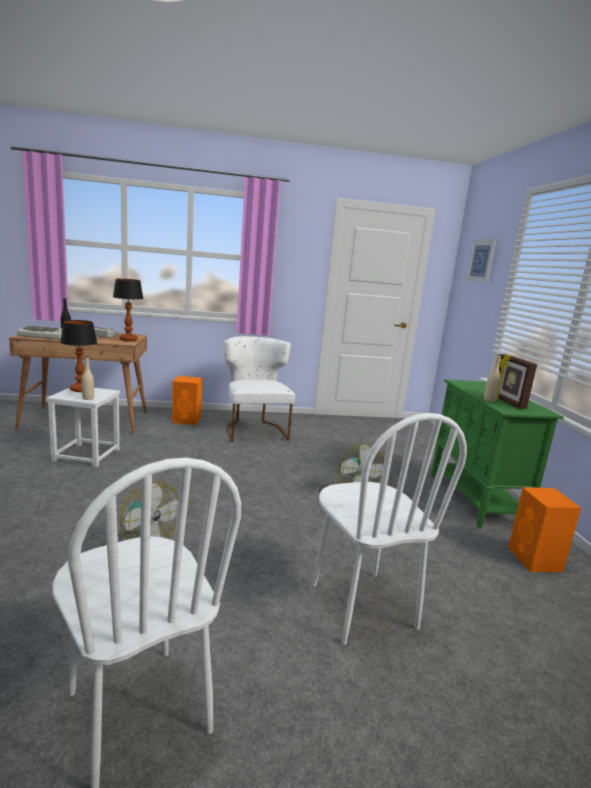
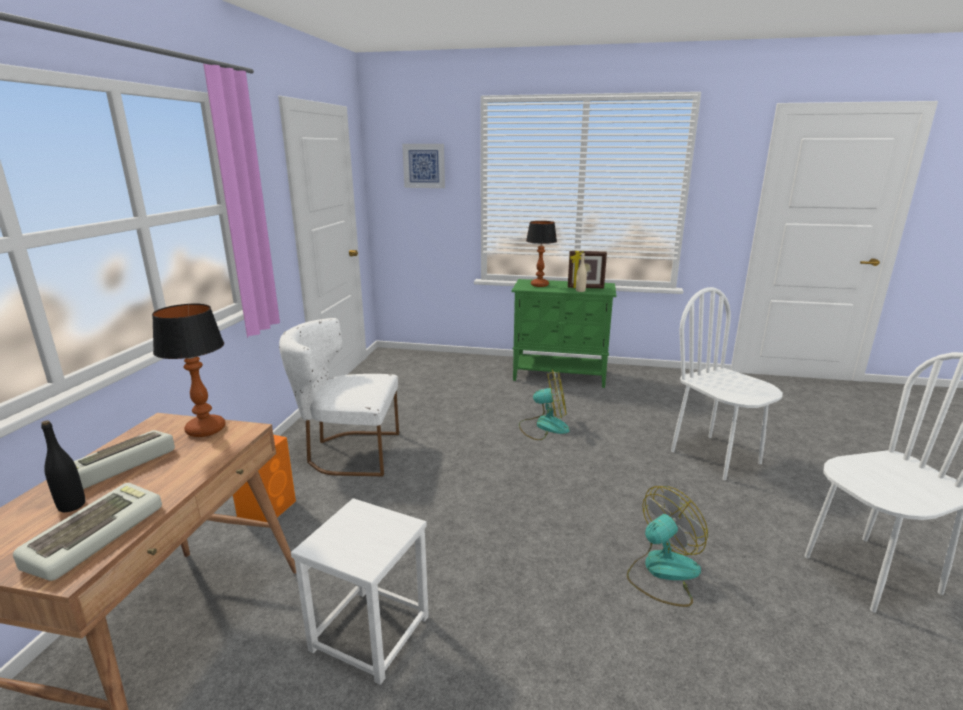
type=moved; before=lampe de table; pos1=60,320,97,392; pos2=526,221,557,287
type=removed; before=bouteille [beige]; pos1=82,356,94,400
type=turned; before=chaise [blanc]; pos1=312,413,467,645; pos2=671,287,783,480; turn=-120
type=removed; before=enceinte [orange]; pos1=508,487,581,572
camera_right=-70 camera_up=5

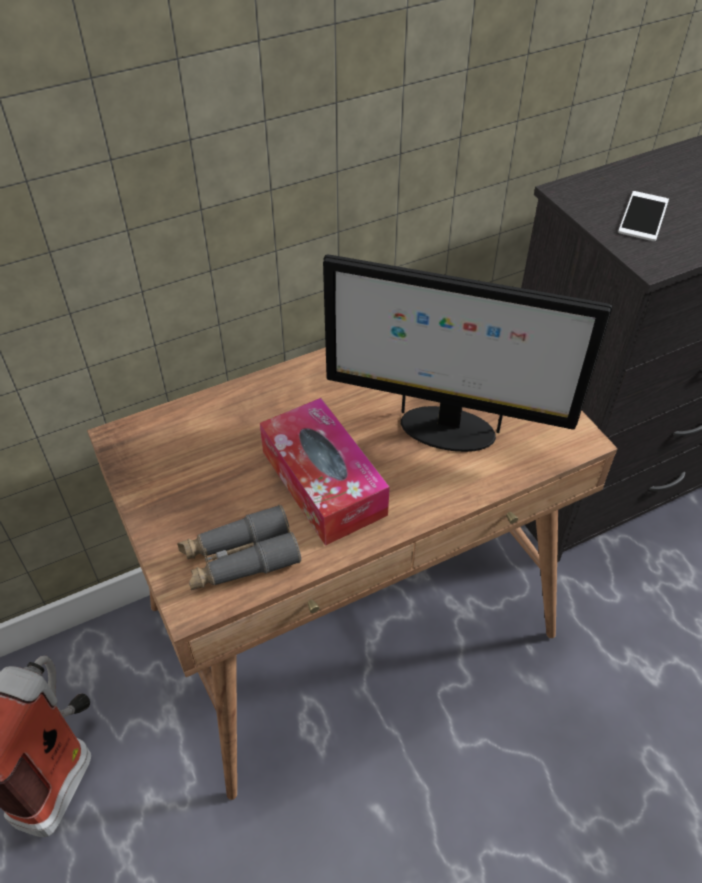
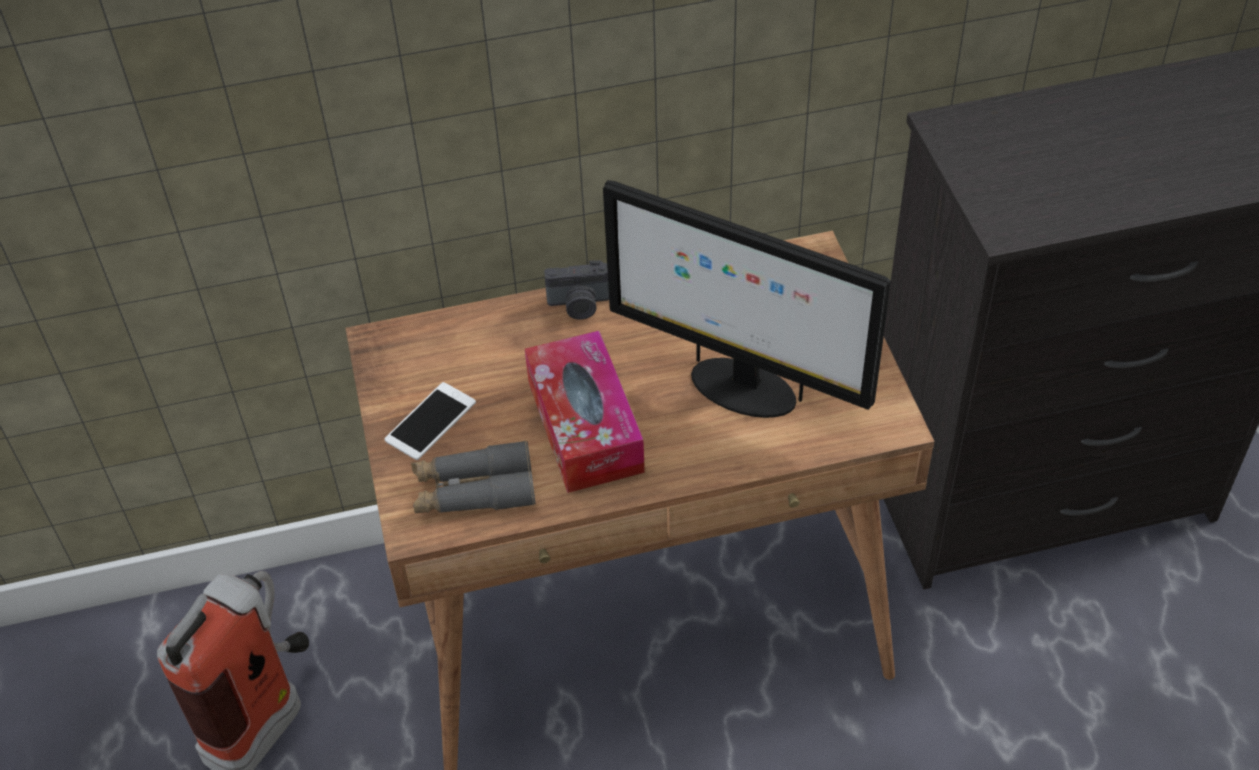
type=moved; before=téléphone; pos1=618,191,669,241; pos2=384,382,476,460
type=added; after=appareil photo; pos2=544,260,609,320
camera_right=15 camera_up=0

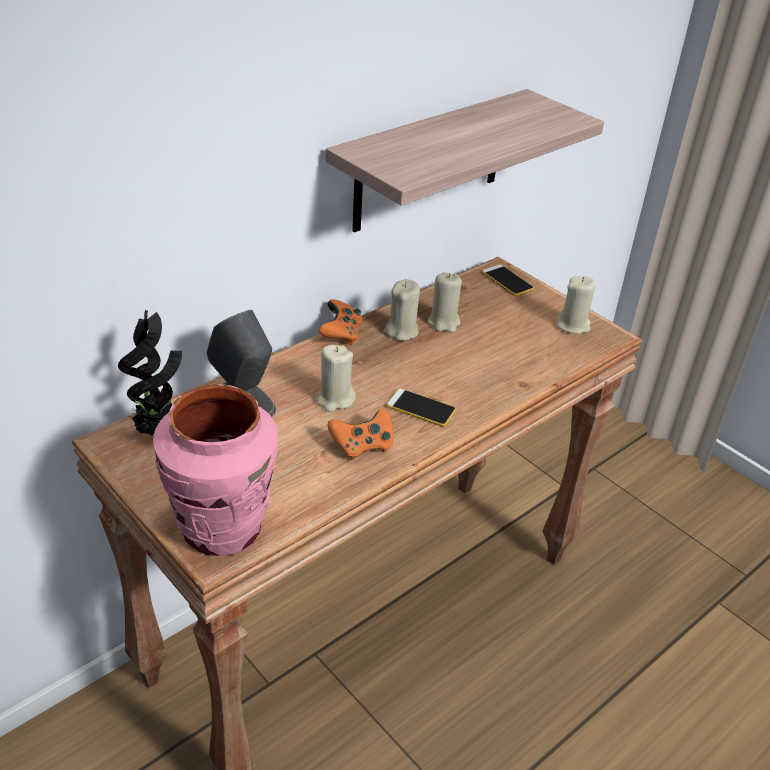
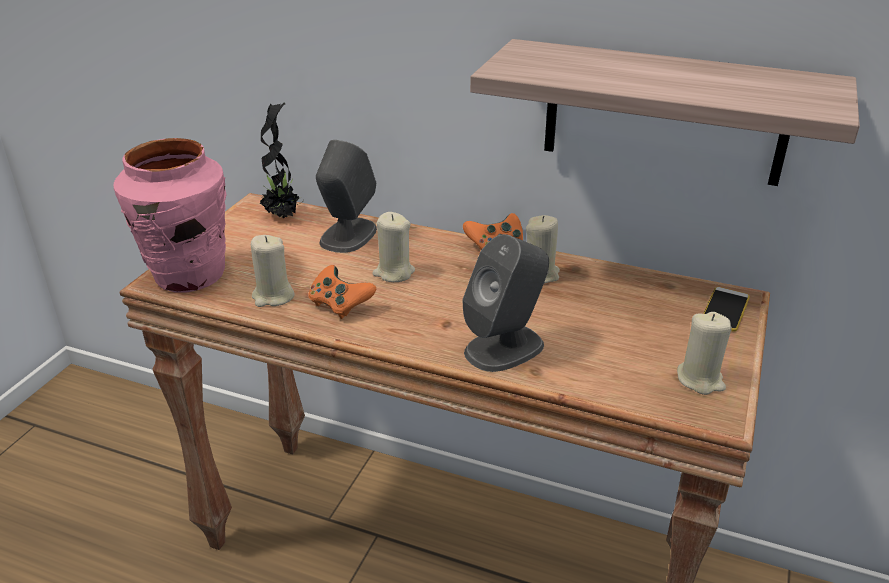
type=moved; before=bougie [beige]; pos1=428,272,462,332; pos2=251,235,295,307
type=removed; before=téléphone; pos1=386,388,456,427
type=added; after=enceinte [gris]; pos2=462,234,549,372
camera_right=65 camera_up=-5

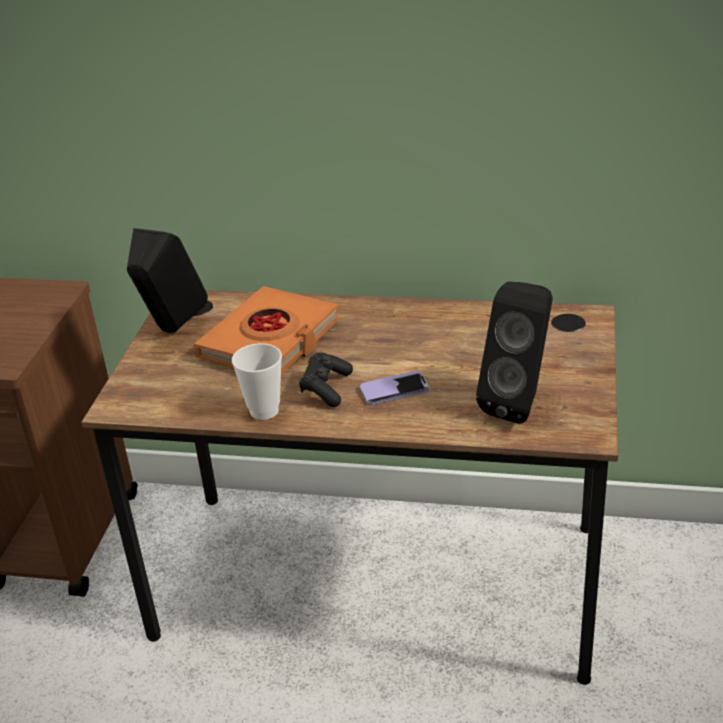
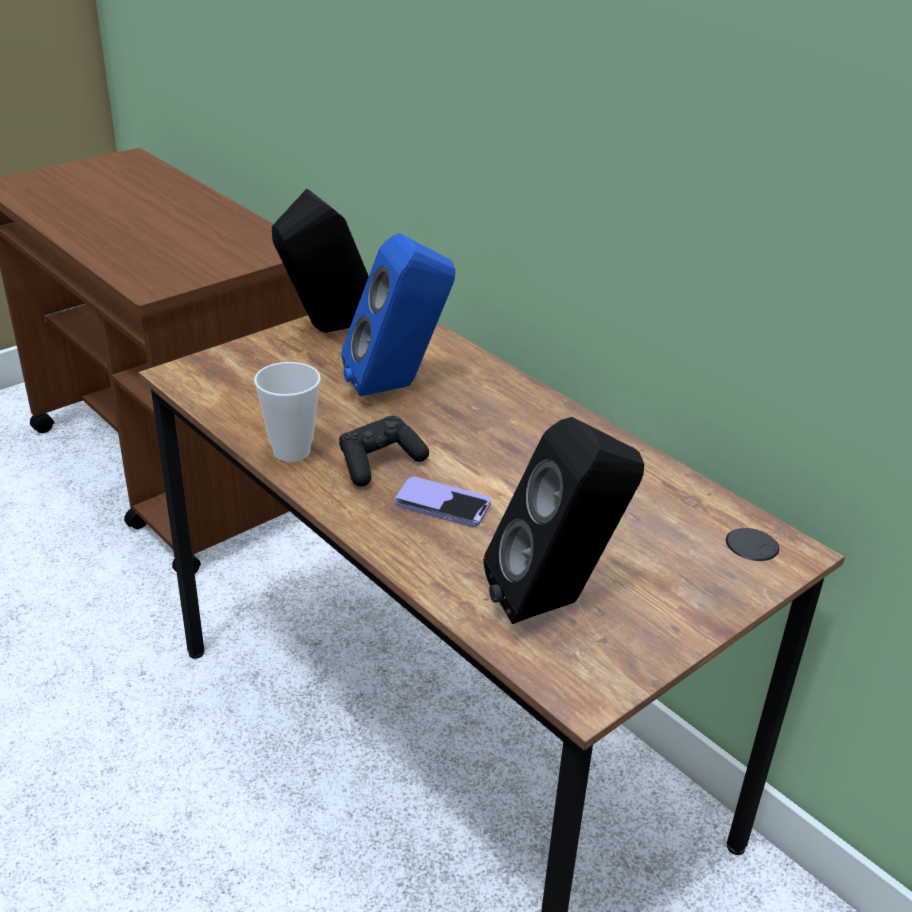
type=replaced; before=livre [orange]; after=enceinte [bleu]; pos1=194,286,340,375; pos2=341,233,455,396
camera_right=35 camera_up=0

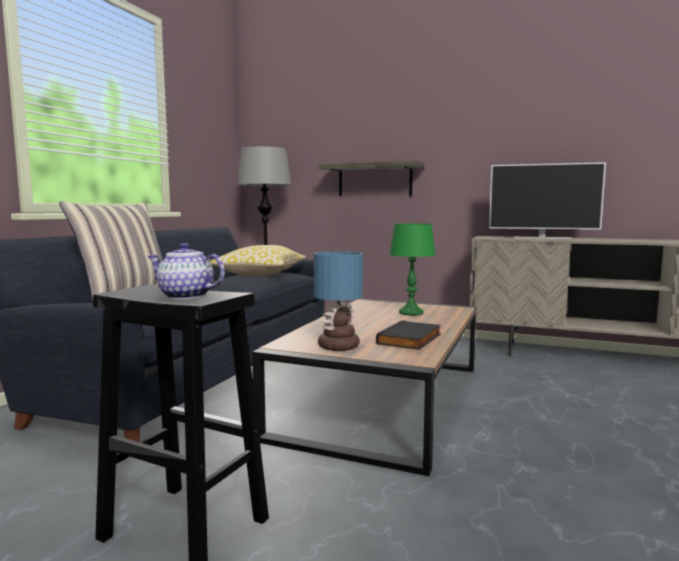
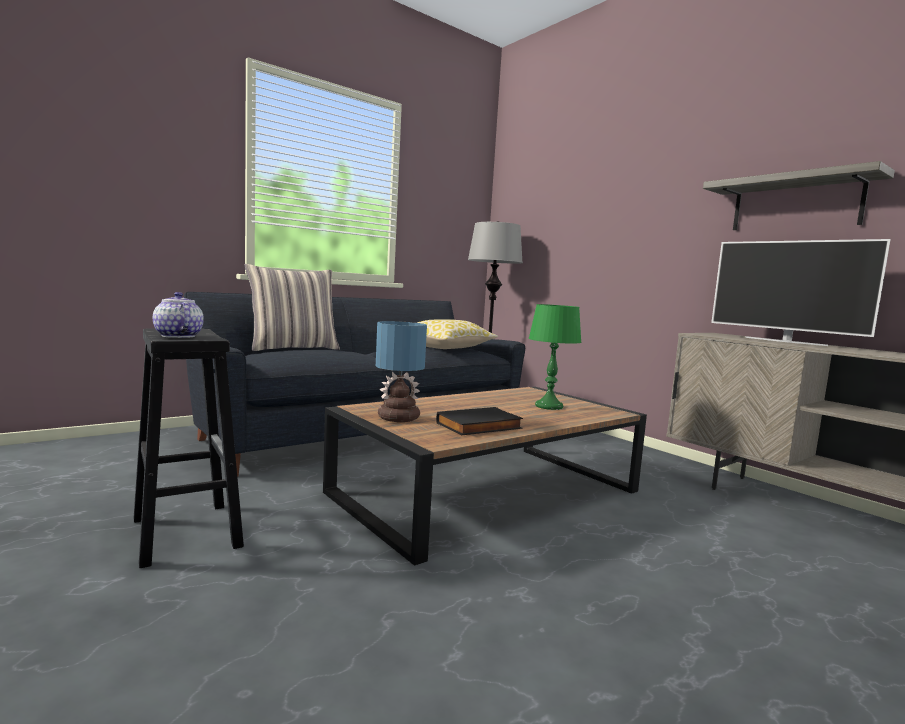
type=moved; before=étagère; pos1=318,161,424,196; pos2=703,161,895,230
camera_right=30 camera_up=0

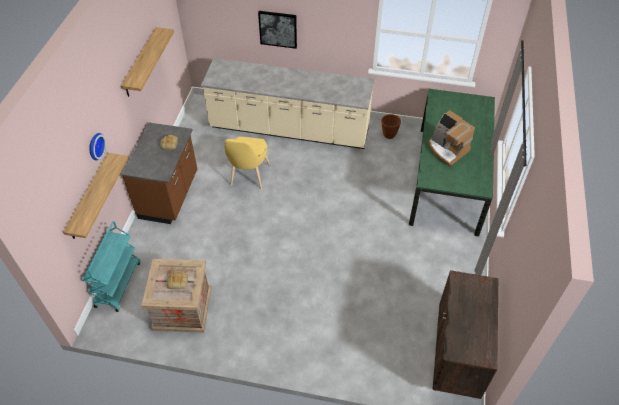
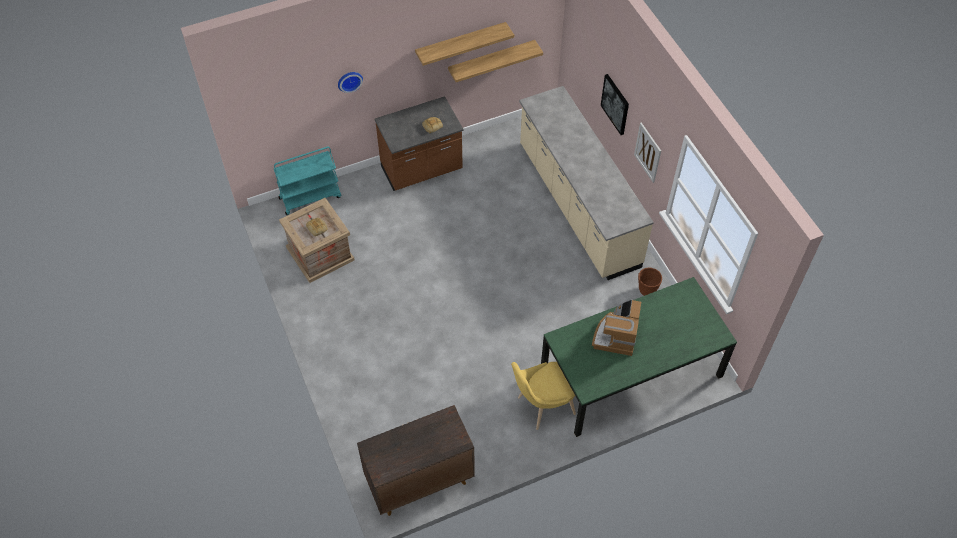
type=moved; before=chaise [jaune]; pos1=224,136,270,189; pos2=511,362,576,430
type=moved; before=étagère; pos1=63,153,128,239; pos2=448,40,543,82
type=added; after=tableau; pos2=634,122,661,183
camera_right=55 camera_up=5

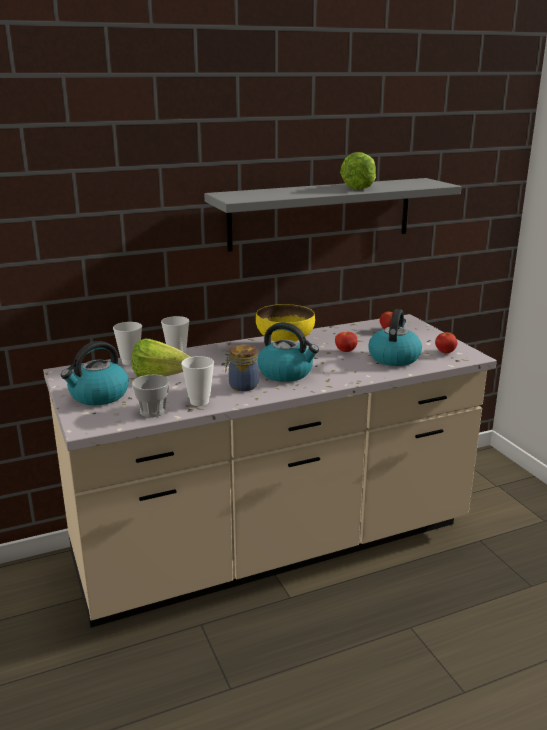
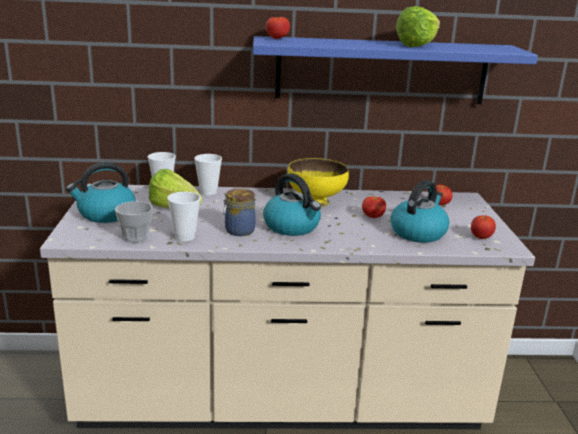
type=recoloured; before=étagère [gris]; after=étagère [bleu]; pos1=204,178,462,252; pos2=253,36,538,104
type=added; after=tomate; pos2=266,17,290,39
camera_right=20 camera_up=0

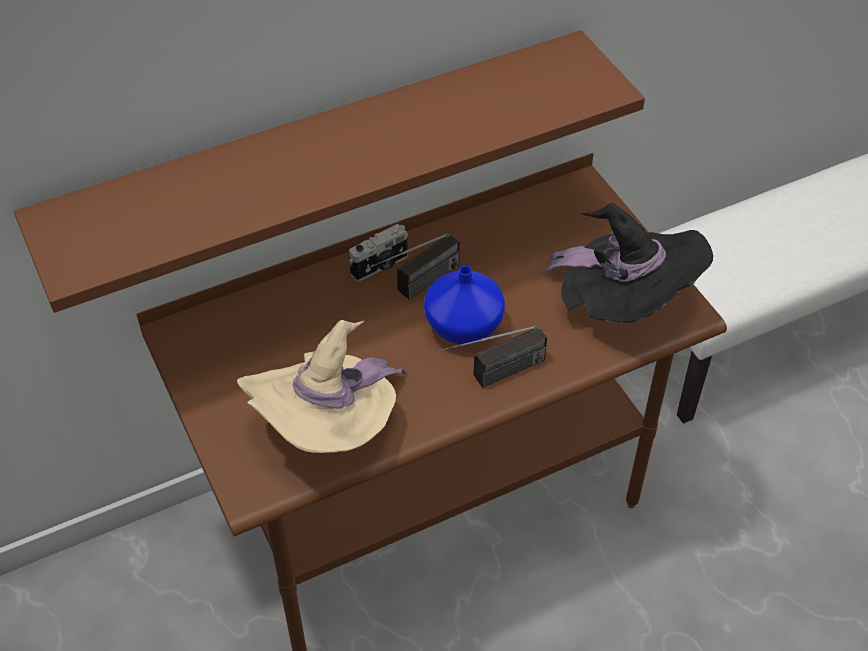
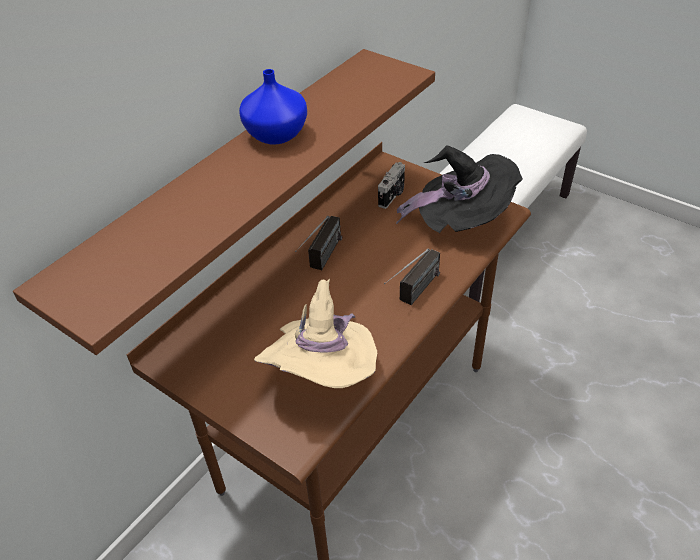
type=moved; before=appareil photo; pos1=349,224,408,282; pos2=378,162,405,209
type=moved; before=vase [bleu]; pos1=424,266,505,344; pos2=239,69,307,145
camera_right=-25 camera_up=-5

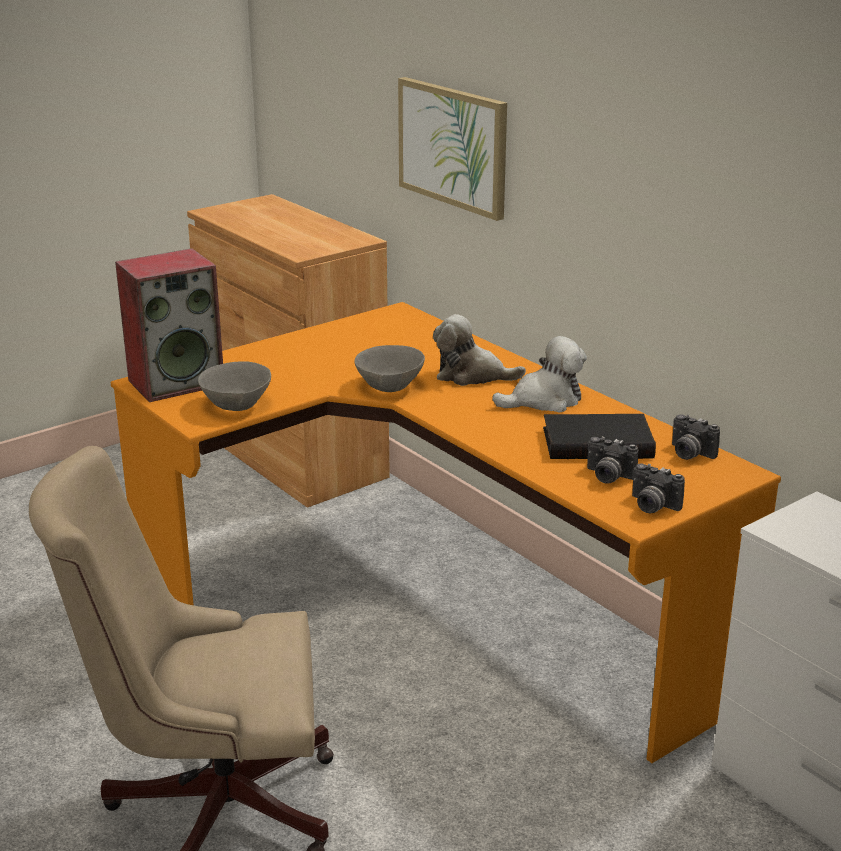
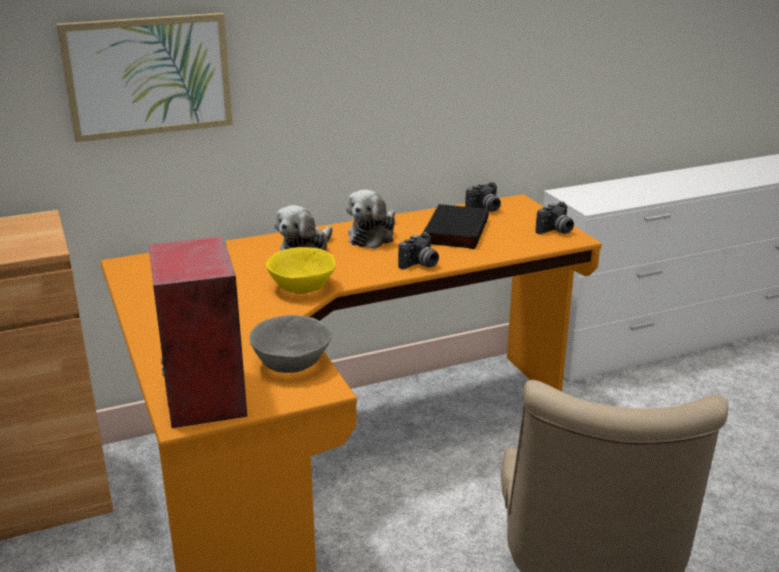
type=turned; before=peluche; pos1=492,336,587,413; pos2=346,190,395,249; turn=-150
type=recoloured; before=bol [gris]; after=bol [jaune]; pos1=354,345,425,392; pos2=266,247,336,294
type=moved; before=appareil photo; pos1=587,436,639,484; pos2=398,232,439,270
camera_right=-75 camera_up=0

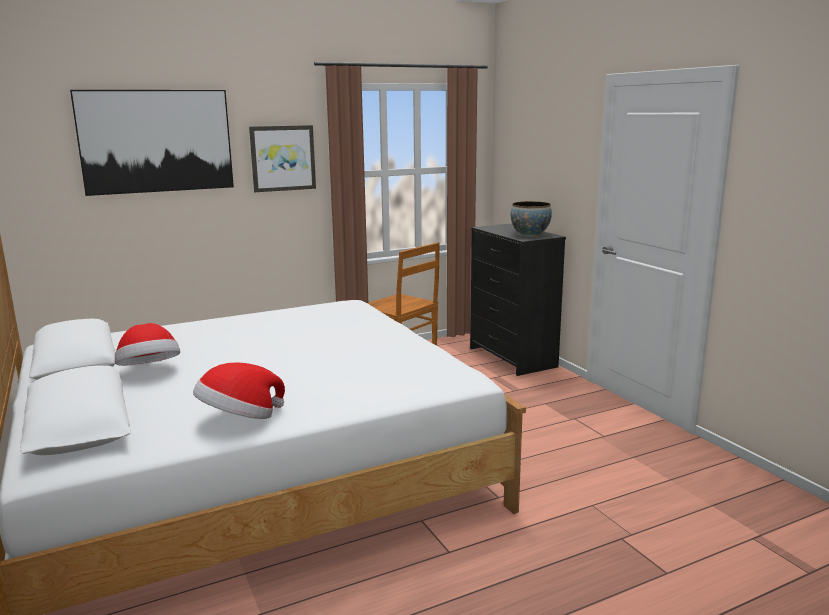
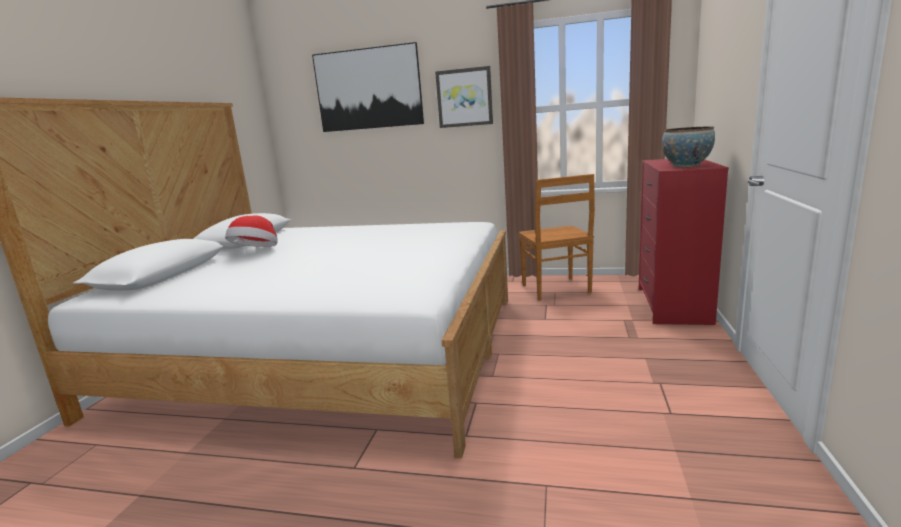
type=recoloured; before=commode [noir]; after=commode [rouge]; pos1=470,223,566,376; pos2=639,159,729,325
type=removed; before=chapeau; pos1=193,362,285,419
camera_right=40 camera_up=0

